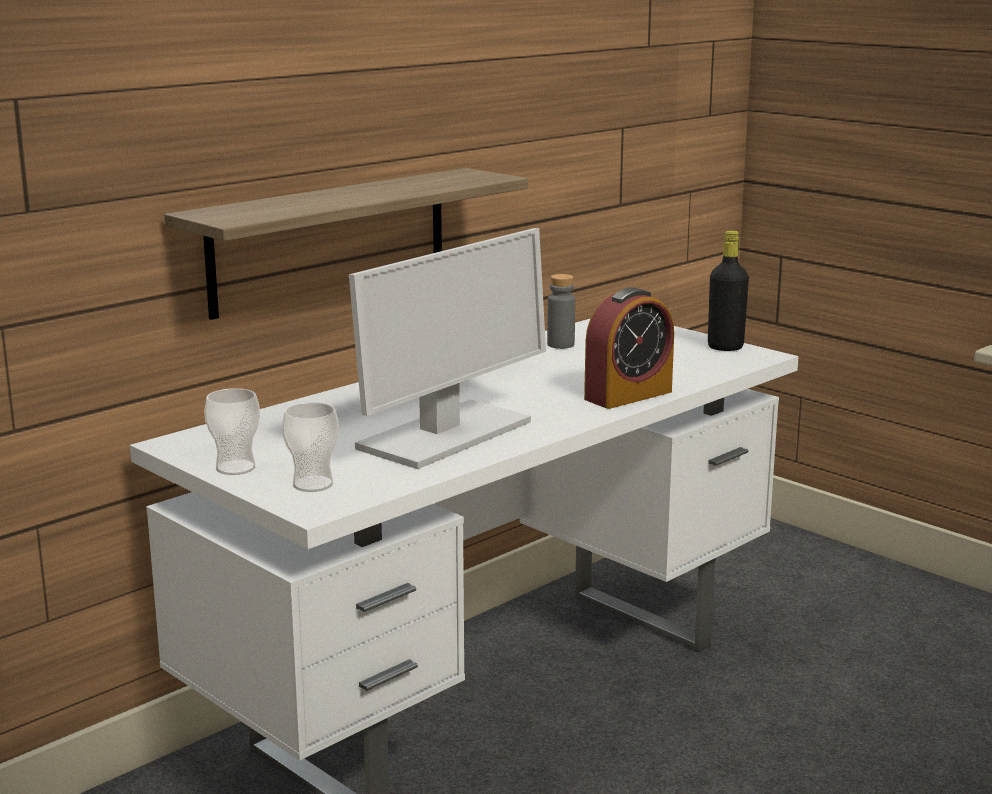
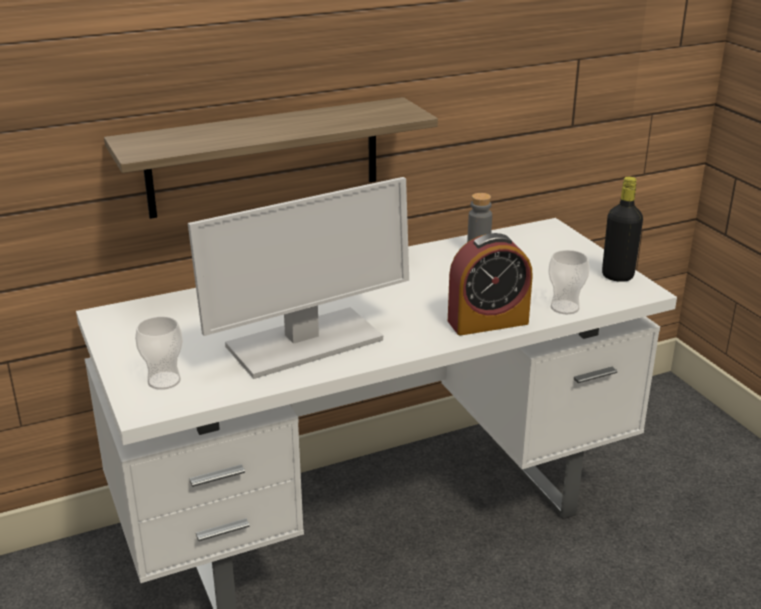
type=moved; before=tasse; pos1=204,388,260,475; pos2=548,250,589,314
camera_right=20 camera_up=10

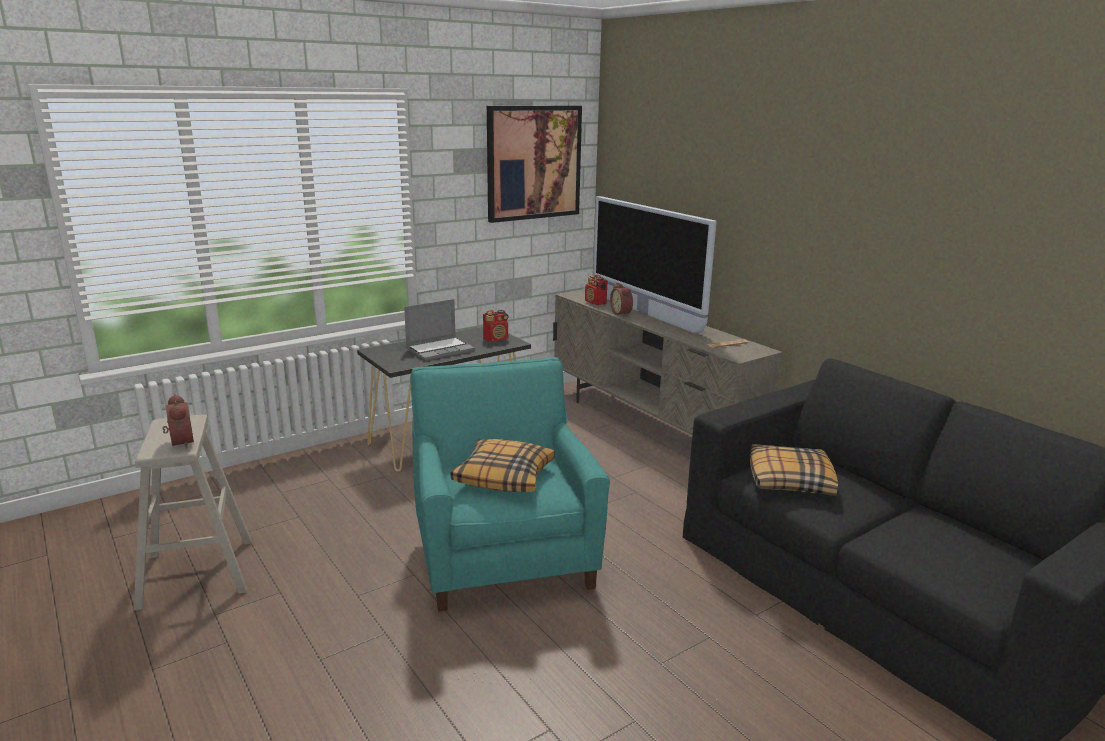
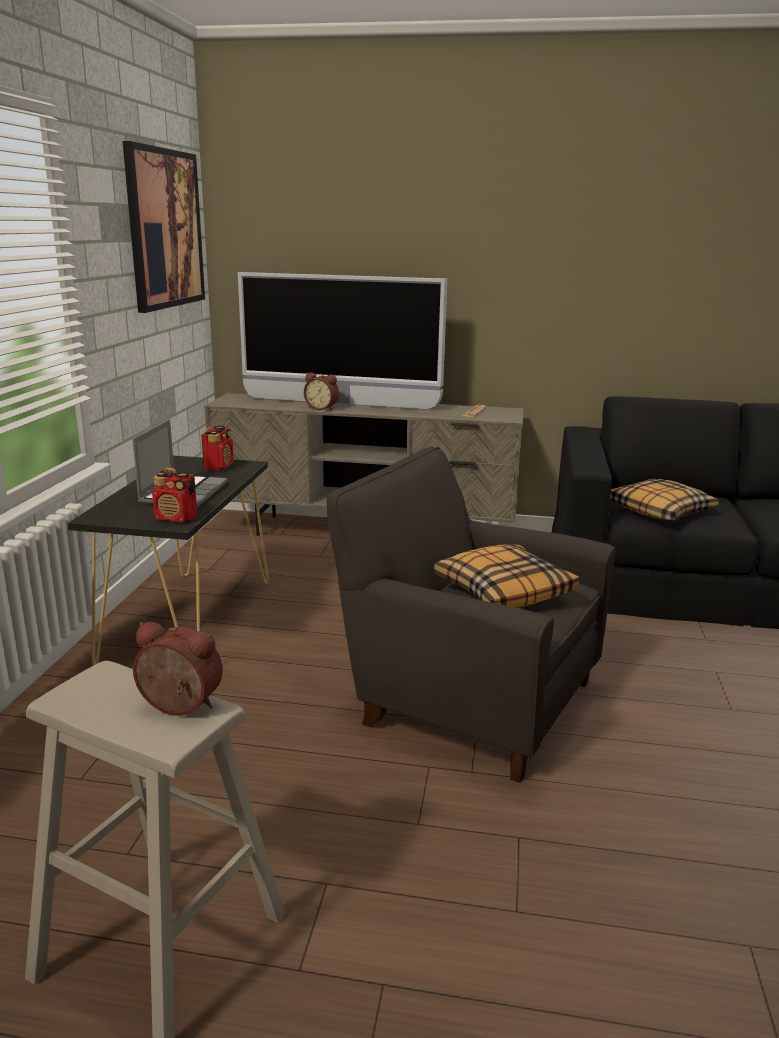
type=moved; before=radio; pos1=585,274,607,305; pos2=152,468,197,522
type=recoloured; before=fauteuil [turquoise]; after=fauteuil [gris]; pos1=410,357,610,612; pos2=327,446,616,783
camera_right=-45 camera_up=0

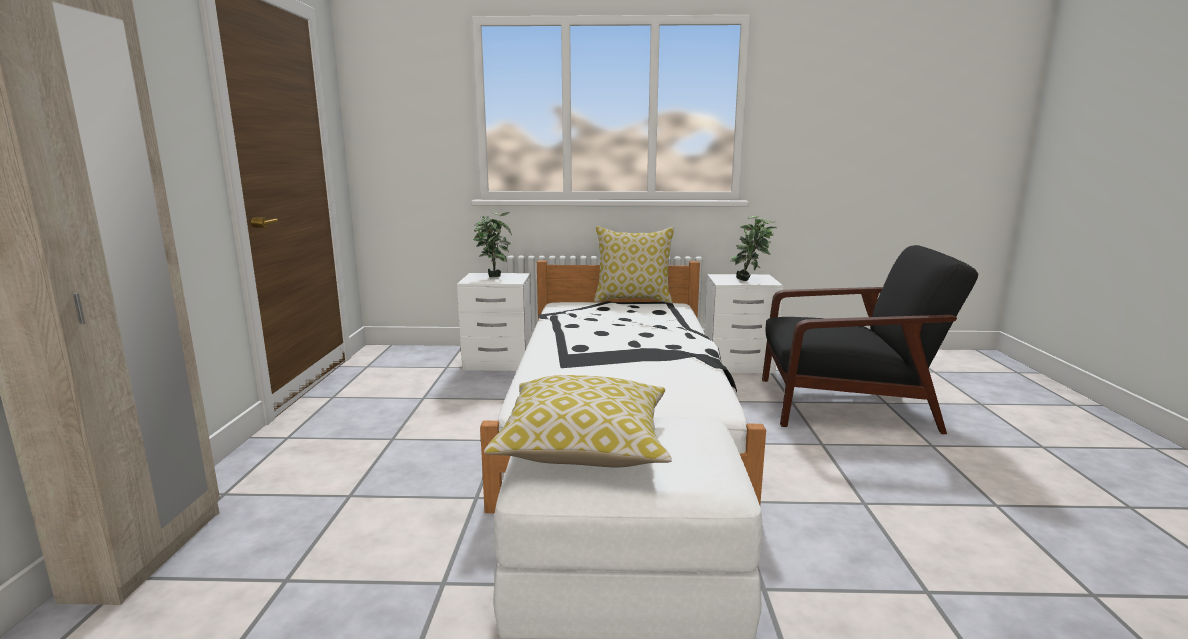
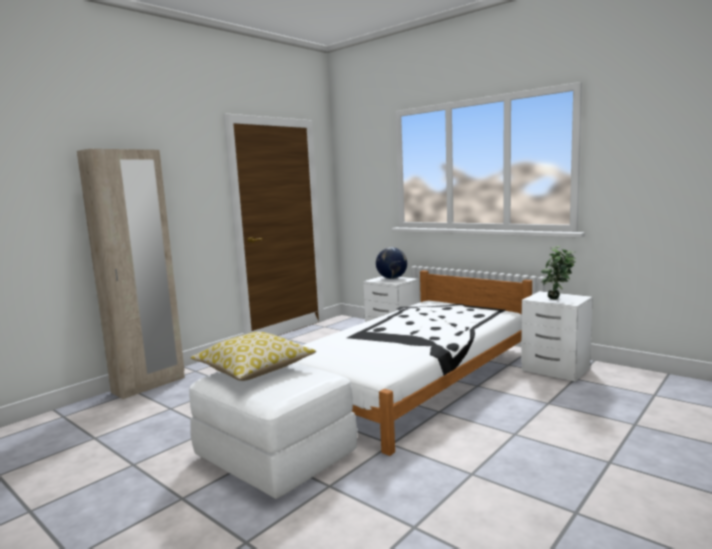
type=replaced; before=plante en pot; after=globe; pos1=473,212,512,277; pos2=376,247,407,279
type=removed; before=coussin; pos1=594,226,674,303
type=removed; before=fauteuil [noir]; pos1=762,245,978,434
camera_right=40 camera_up=-5

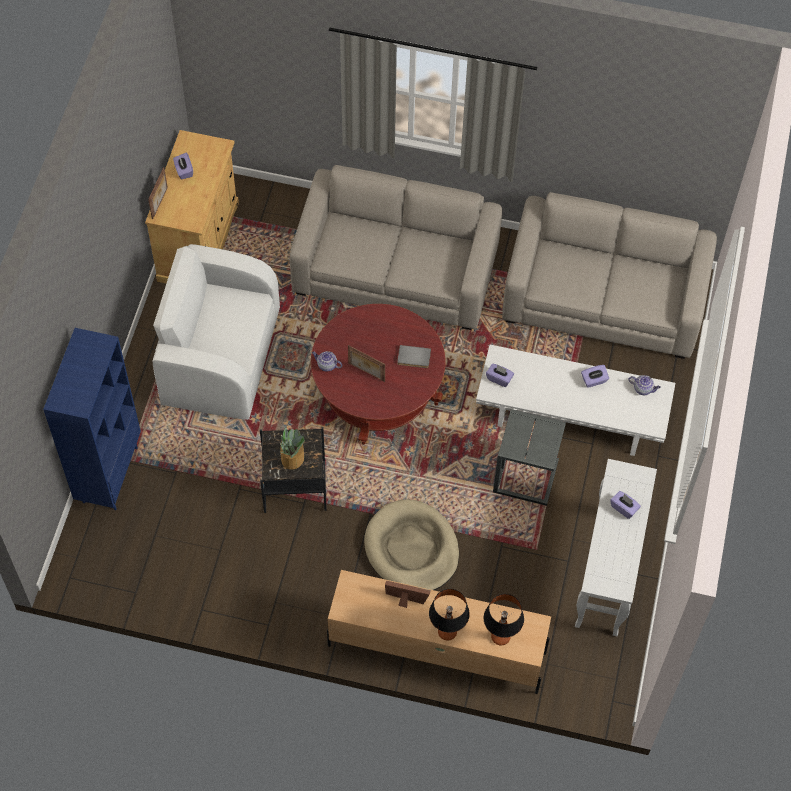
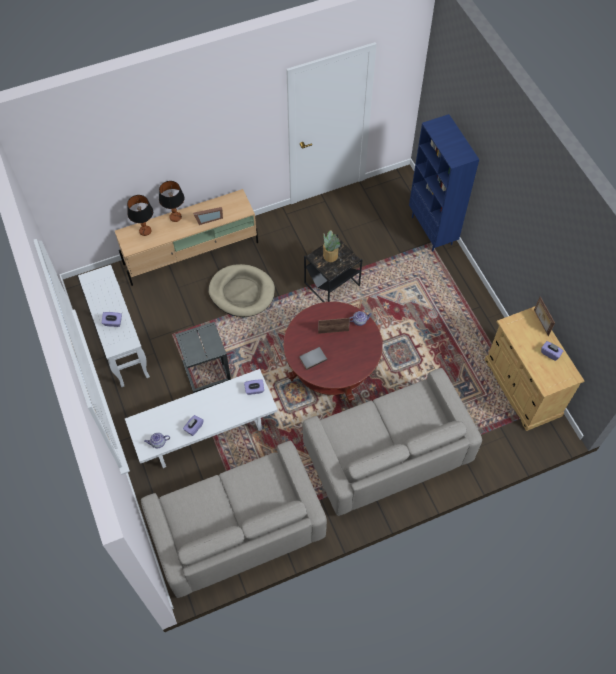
type=removed; before=fauteuil [blanc]; pos1=153,244,280,420
camera_right=145 camera_up=0

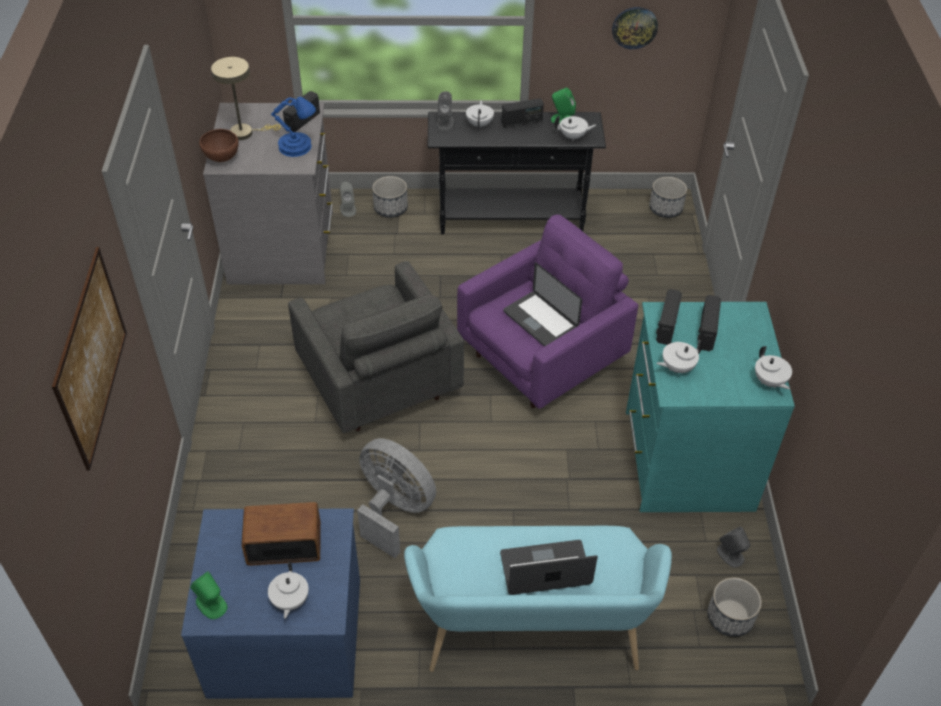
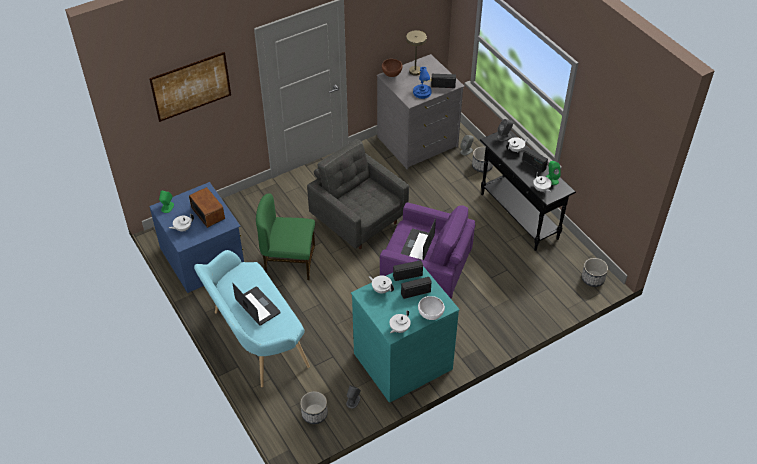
type=removed; before=horloge murale; pos1=612,7,658,49
type=turned; before=fauteuil [gris]; pos1=288,261,464,433; pos2=307,139,409,249; turn=105
type=replaced; before=ventilateur [gris]; after=chaise [vert]; pos1=357,438,436,558; pos2=256,193,315,280
type=added; after=bol [blanc]; pos2=418,296,445,320
camera_right=60 camera_up=0

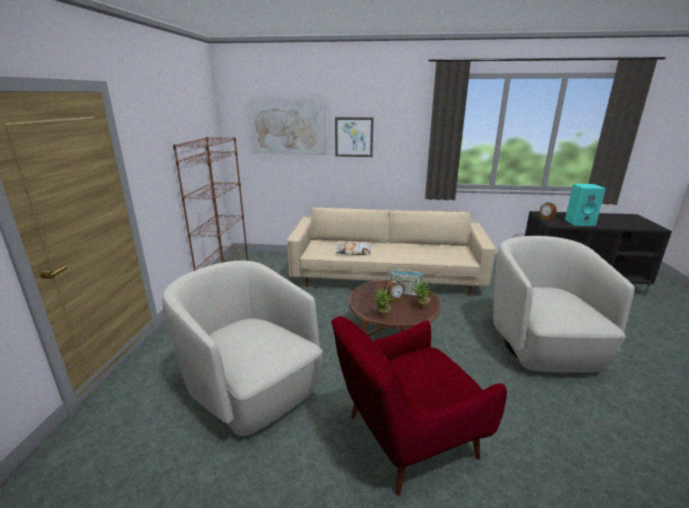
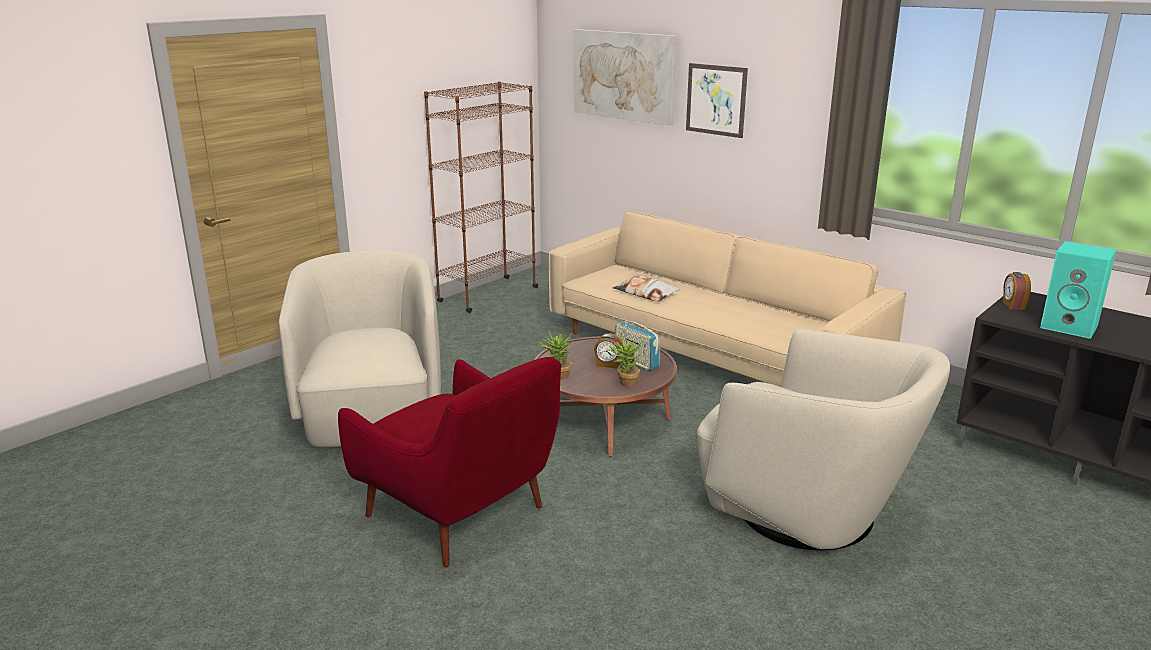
type=turned; before=fauteuil [beige]; pos1=493,236,635,373; pos2=697,329,950,550; turn=90
type=turned; before=fauteuil [rouge]; pos1=331,316,507,496; pos2=338,357,561,567; turn=-150
camera_right=35 camera_up=0

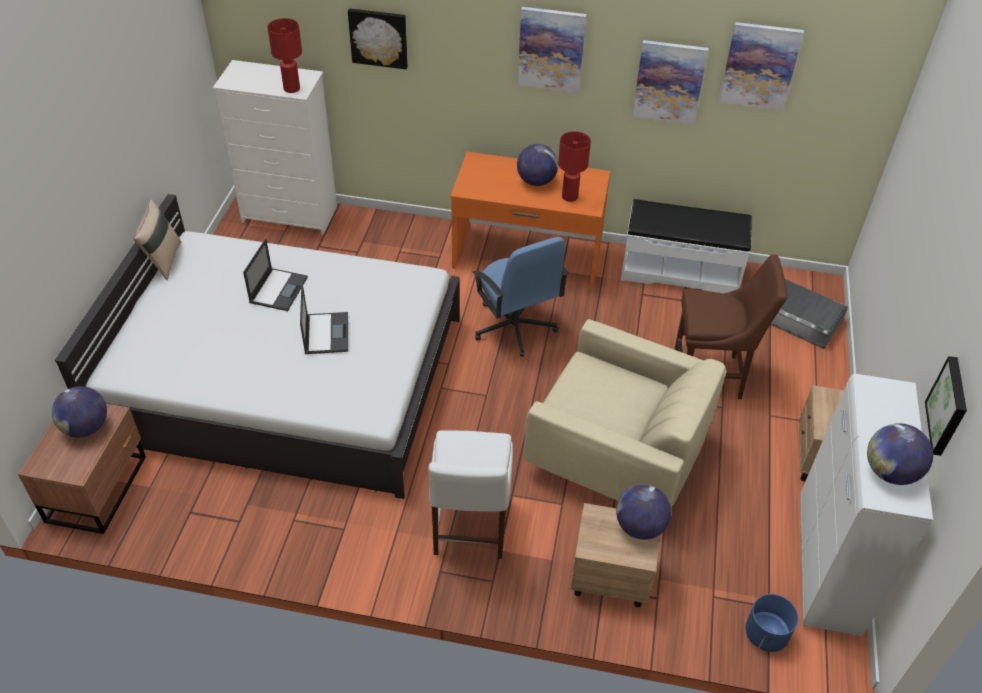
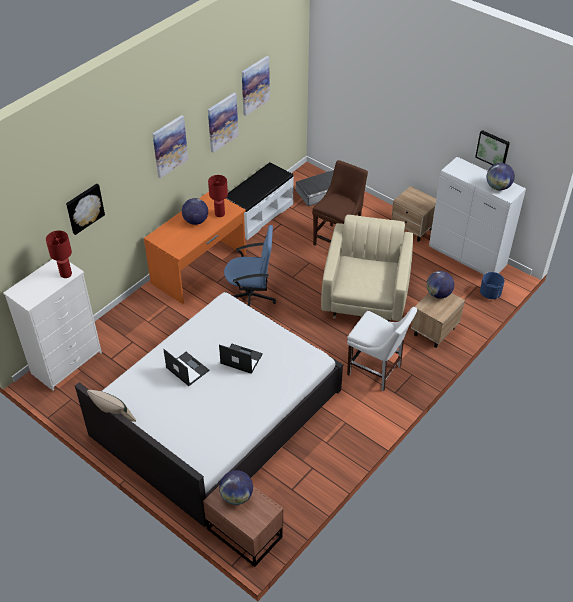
type=turned; before=fauteuil [beige]; pos1=524,319,726,509; pos2=321,215,413,322; turn=-45
camera_right=-60 camera_up=0

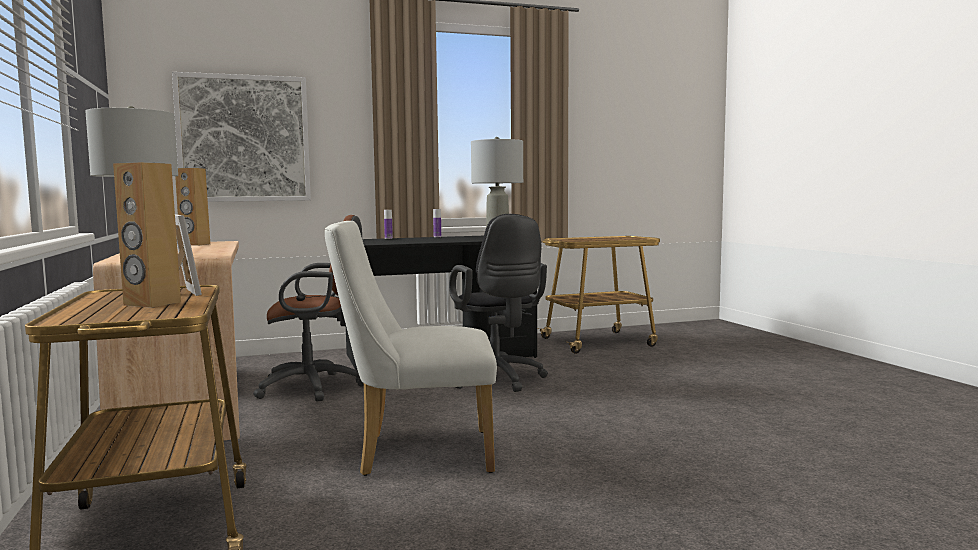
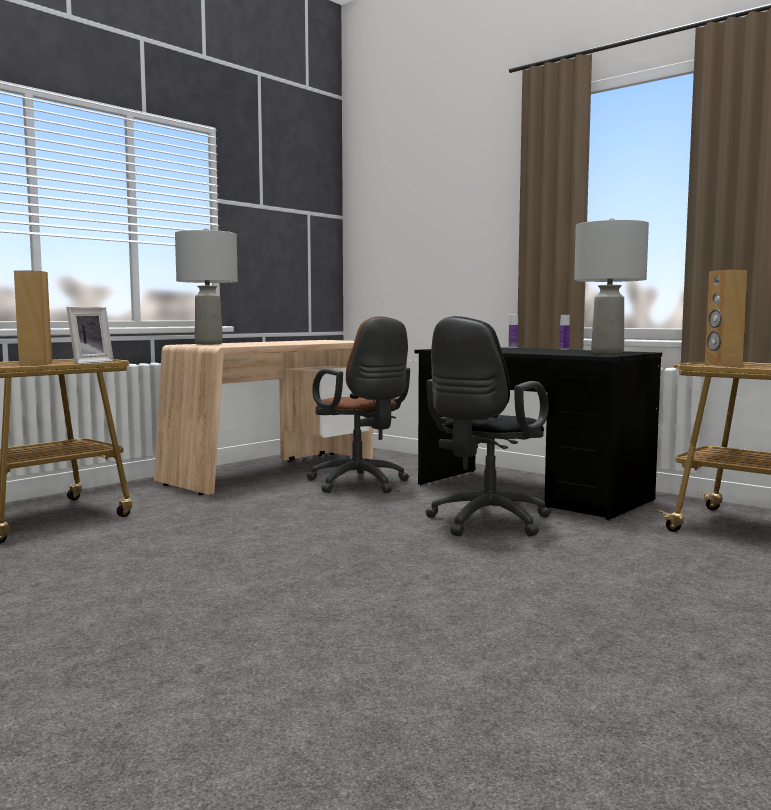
type=removed; before=tableau; pos1=172,72,311,202
type=moved; before=enceinte [marron]; pos1=175,168,210,246; pos2=705,270,747,366
type=removed; before=chaise [blanc]; pos1=325,221,497,476
camera_right=60 camera_up=0

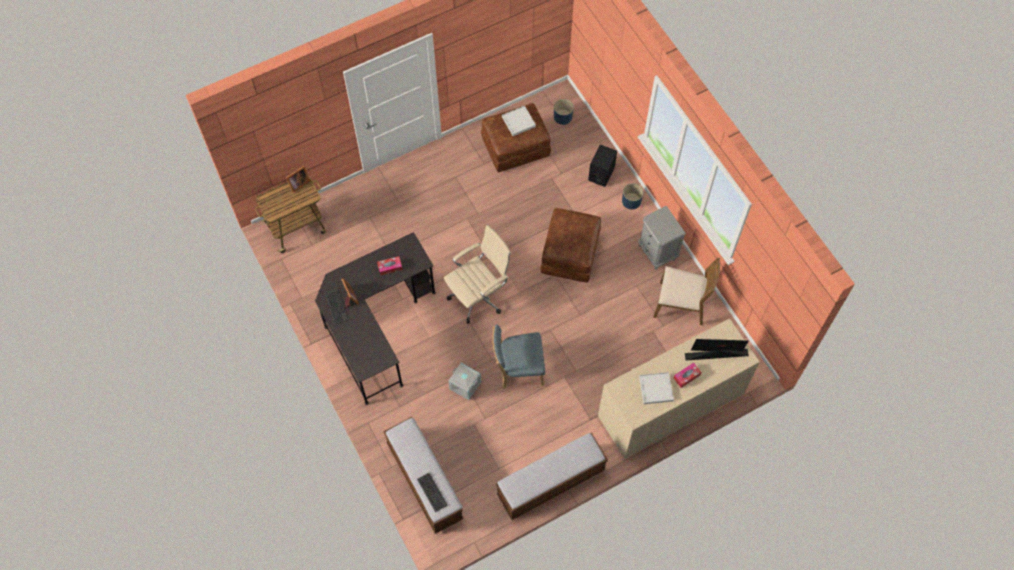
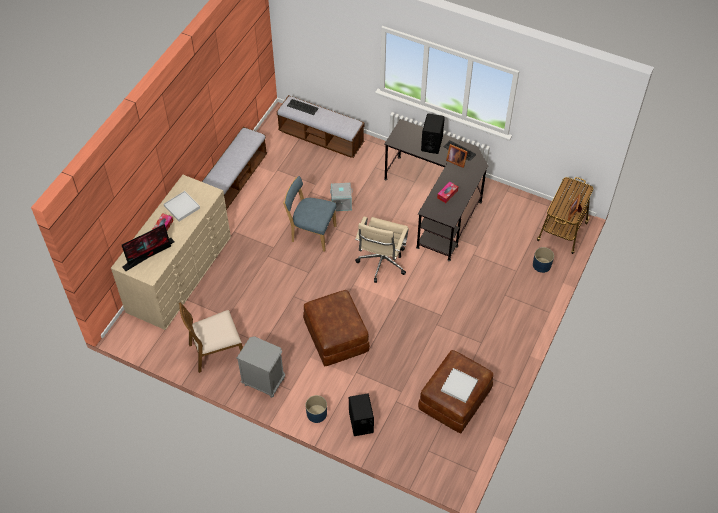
type=moved; before=cache-pot [bleu]; pos1=554,99,574,125; pos2=533,247,554,273
type=turned; before=chaise [bleu]; pos1=492,324,545,389; pos2=283,176,337,252; turn=-120
type=added; after=enceinte [noir]; pos2=421,113,445,154
camera_right=145 camera_up=-10

